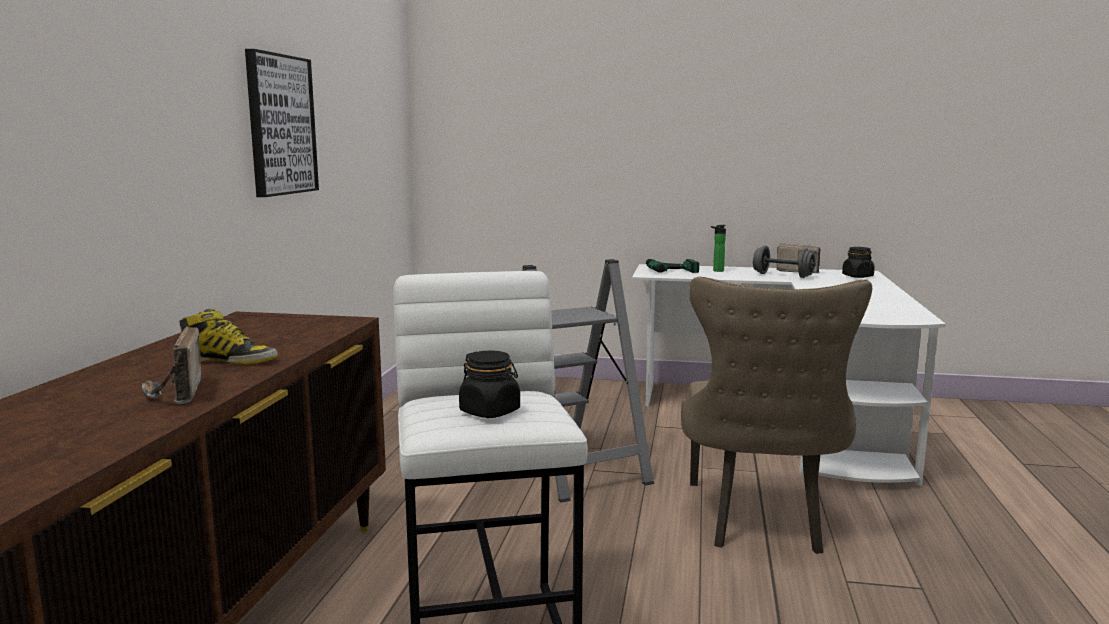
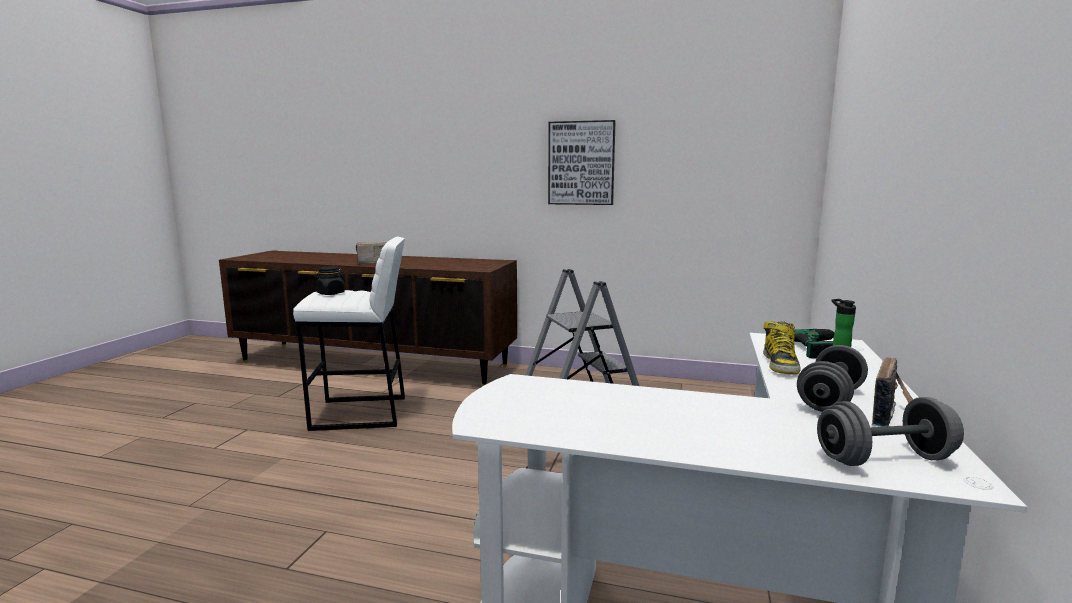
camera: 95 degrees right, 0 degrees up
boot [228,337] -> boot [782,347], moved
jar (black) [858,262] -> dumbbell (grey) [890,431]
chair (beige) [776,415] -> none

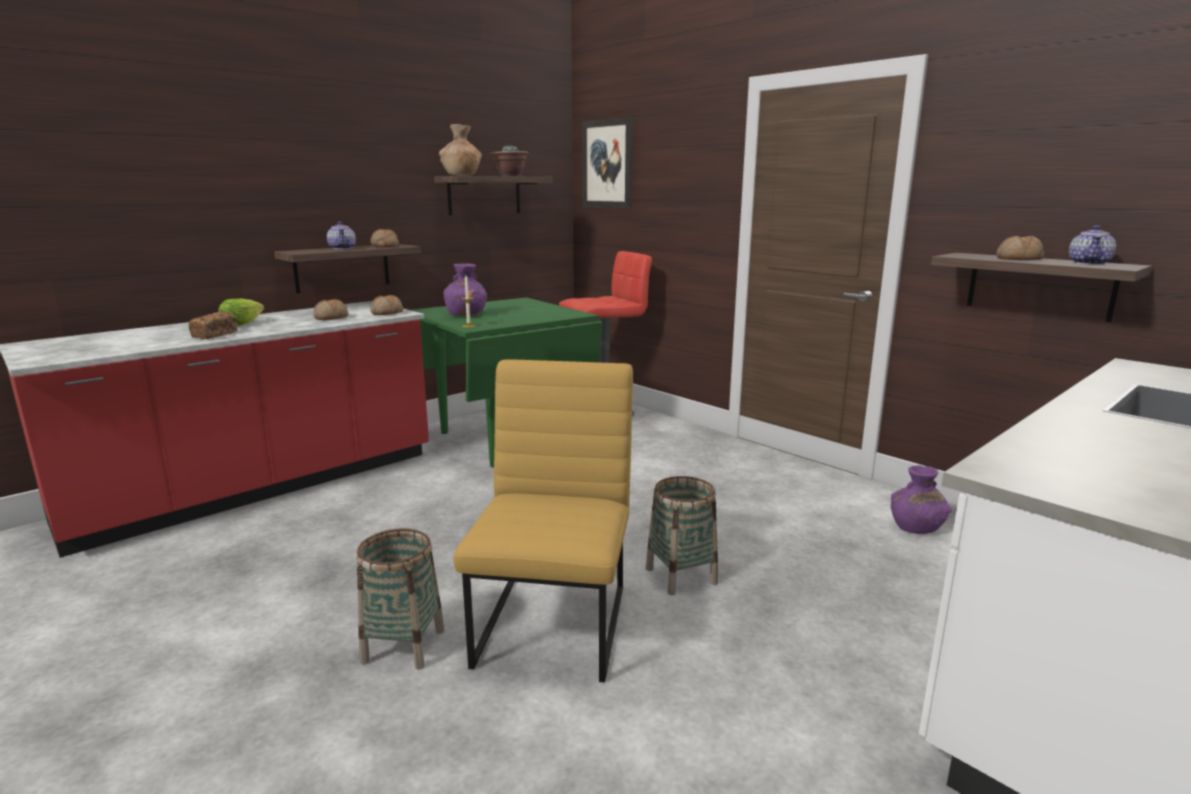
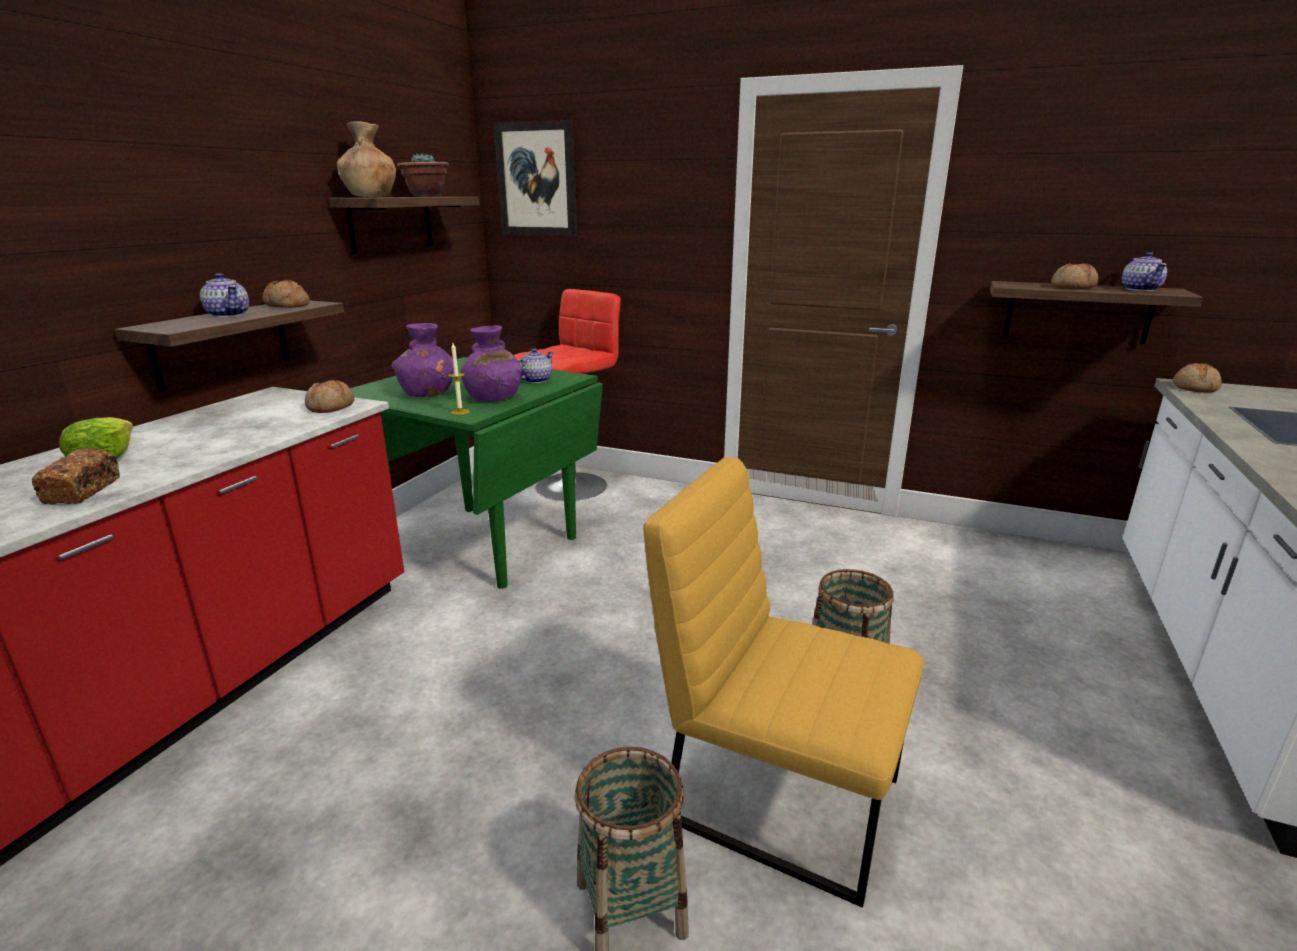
camera: 25 degrees left, 5 degrees up
vase (purple) [921,499] -> vase (purple) [491,363], moved
none -> teapot [536,365]
chair (yellow) [543,521] -> chair (yellow) [783,682], 45 degrees counterclockwise
bread [331,309] -> bread [1197,378], moved

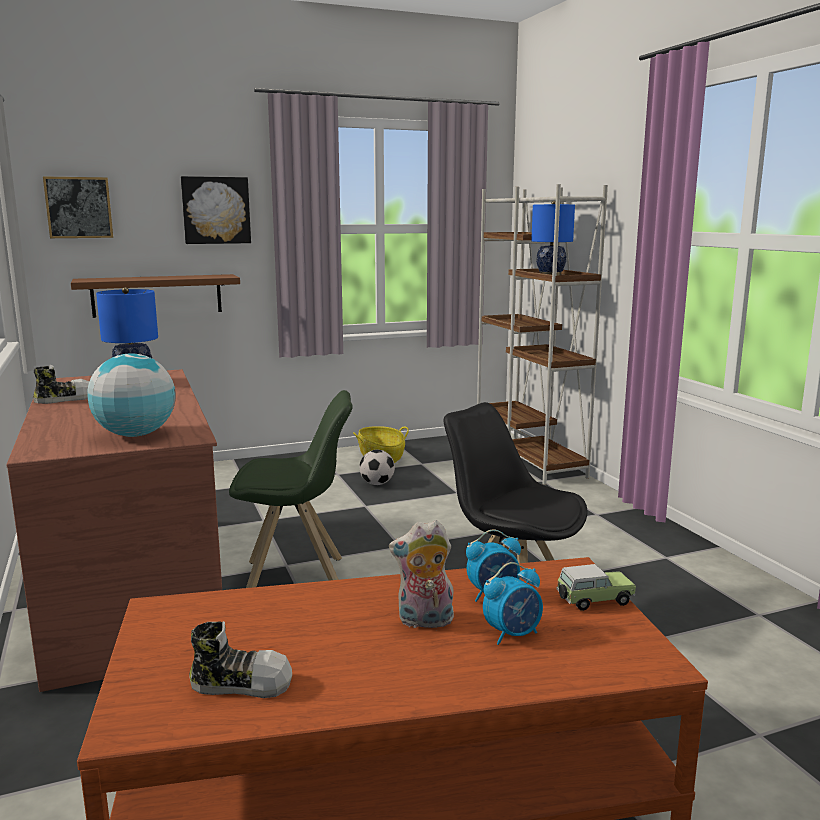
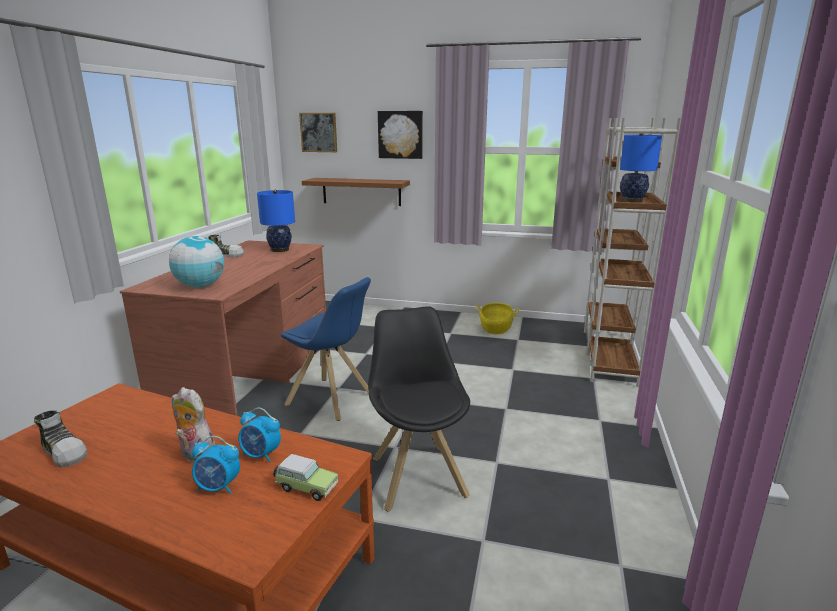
camera: 35 degrees right, 5 degrees up
chair (green) [291,489] -> chair (blue) [326,349]
football [377,467] -> none

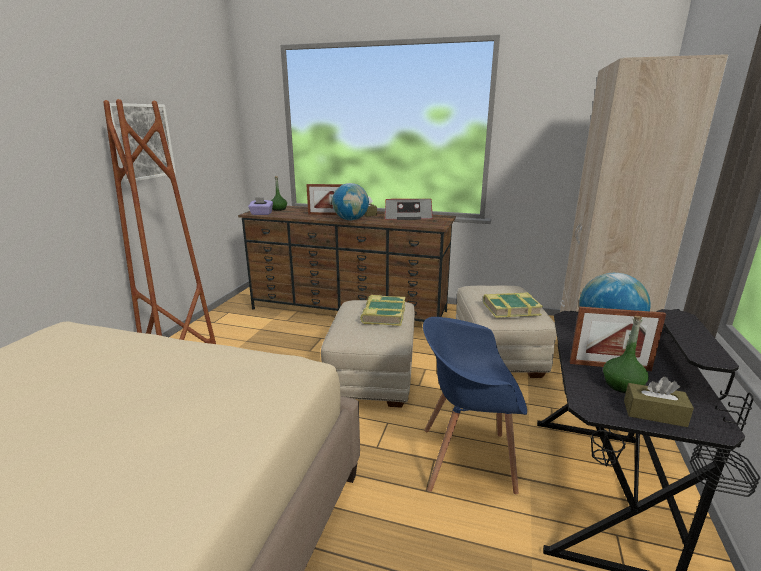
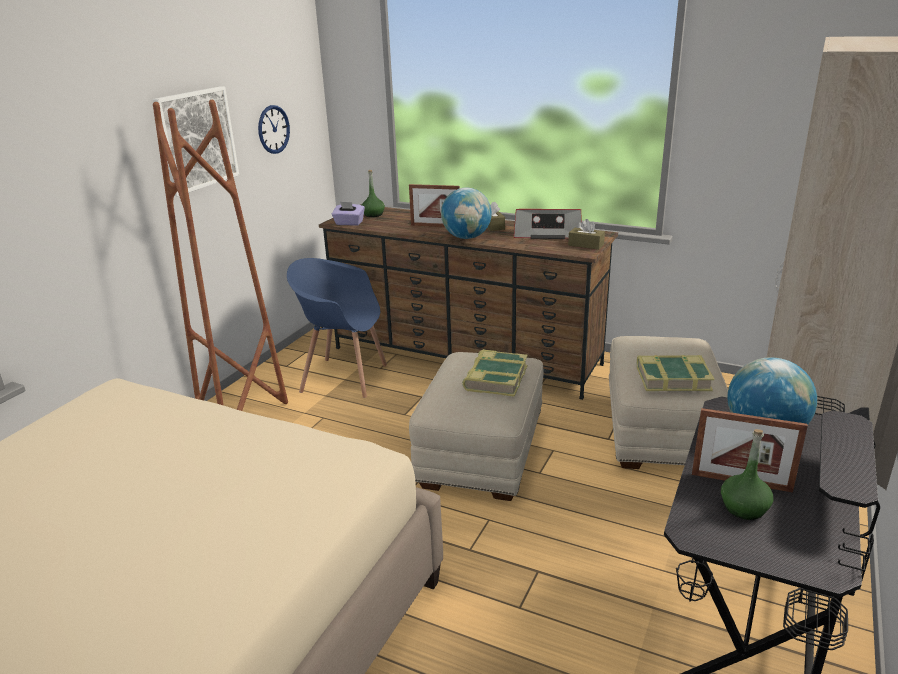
camera: 10 degrees right, 5 degrees up
none -> wall clock [274,129]
chair (blue) [475,405] -> chair (blue) [337,328], moved
tissue box (brown) [659,402] -> tissue box (brown) [586,234], moved

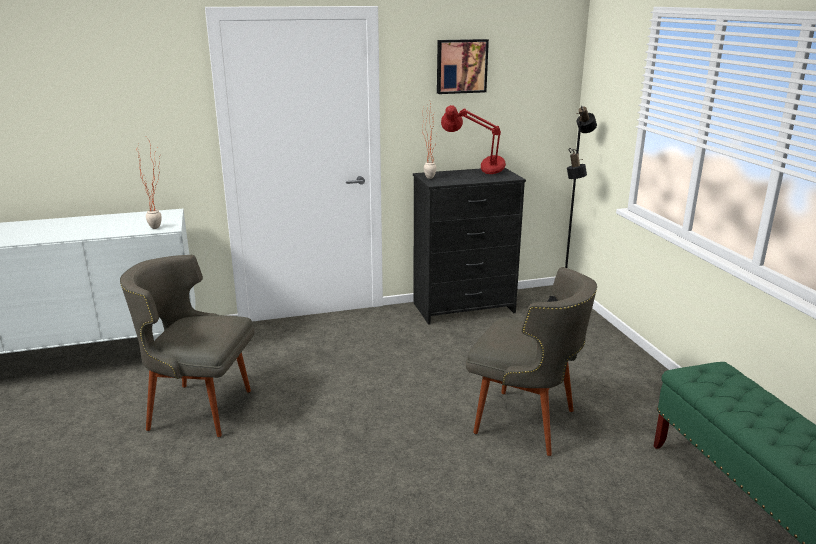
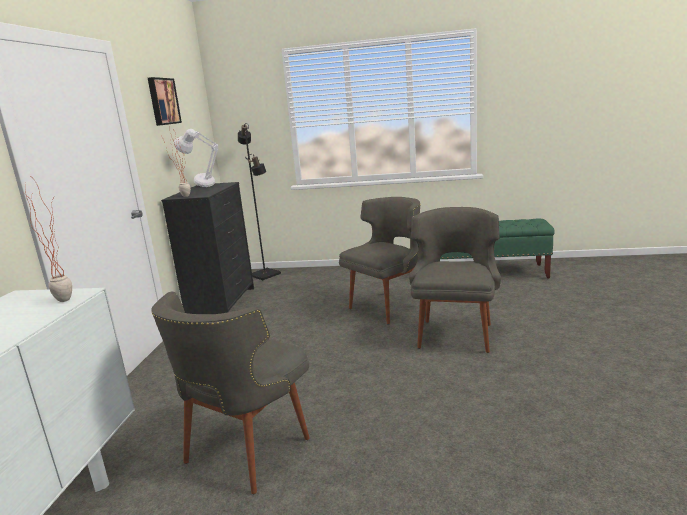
camera: 65 degrees left, 5 degrees down
table lamp (red) [473,139] -> table lamp (white) [196,158]
none -> chair (grey) [455,280]

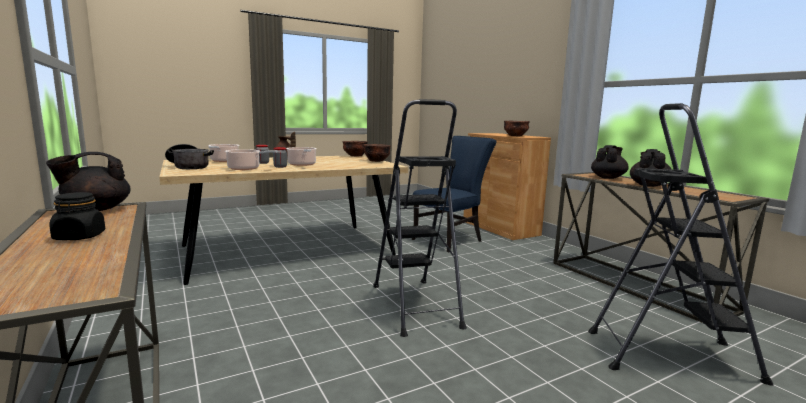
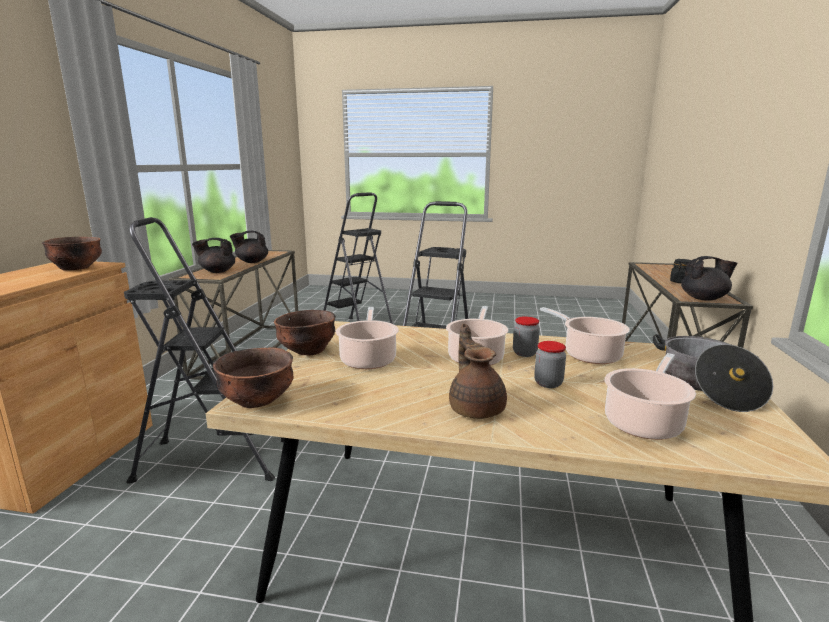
camera: 140 degrees left, 5 degrees up
chair (blue) [454,194] -> step ladder [204,350]
none -> cooking pot [367,338]

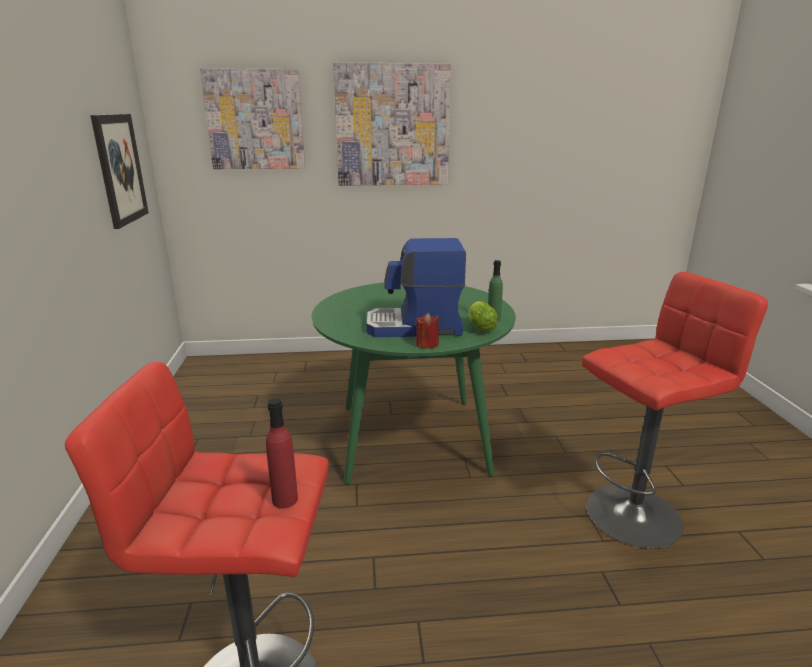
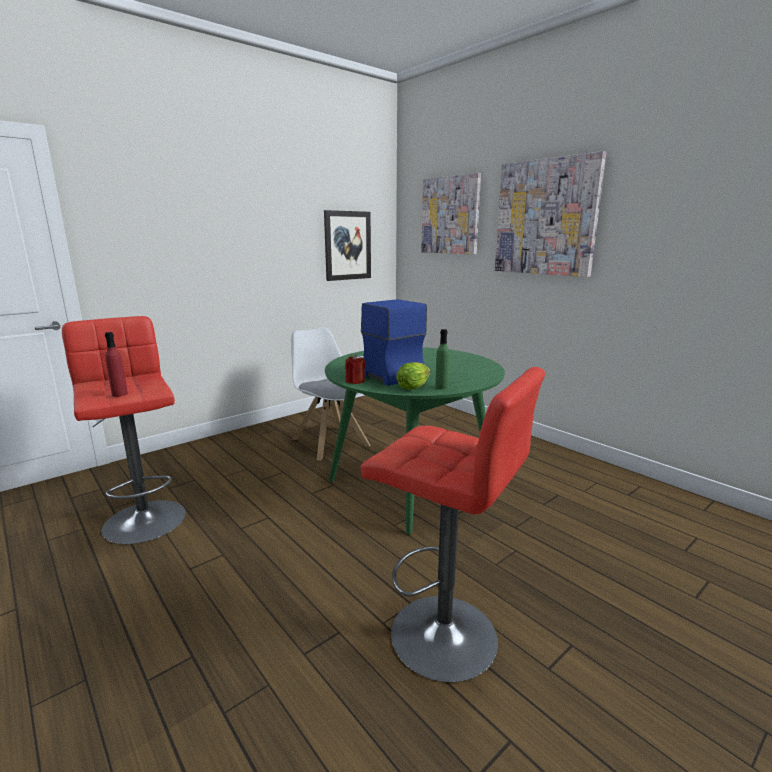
camera: 55 degrees right, 5 degrees down
none -> chair [330,394]

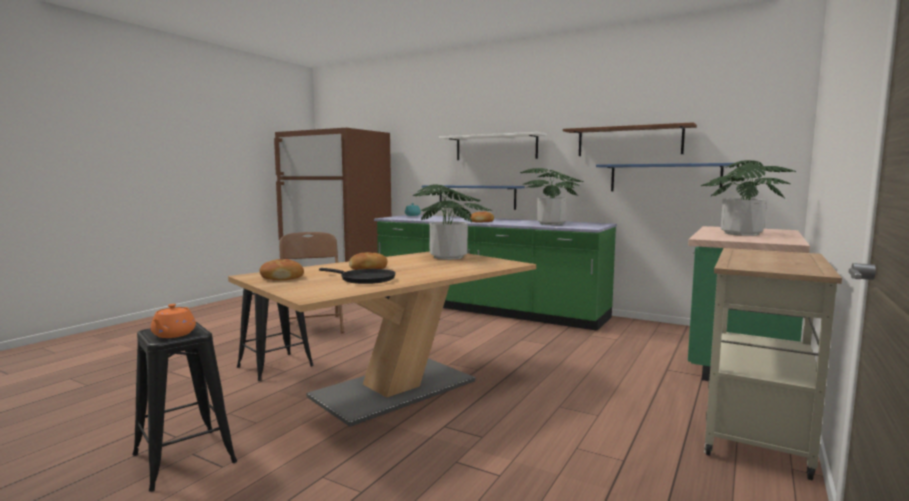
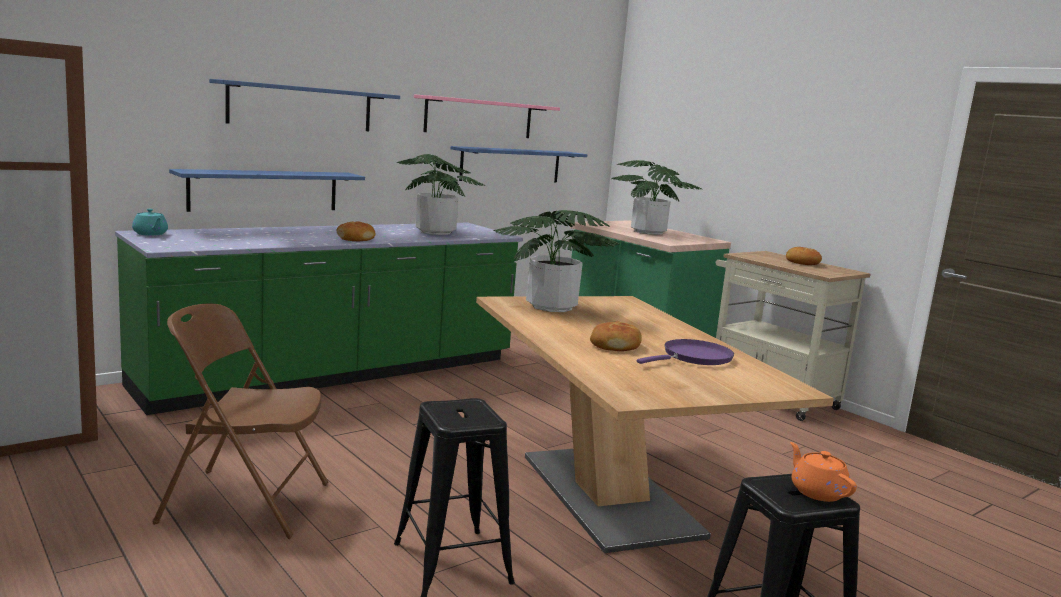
camera: 70 degrees left, 5 degrees up
shelf (white) [493,146] -> shelf (blue) [304,105]
shelf (brown) [630,139] -> shelf (pink) [487,116]
frying pan (black) [357,276] -> frying pan (purple) [685,352]
bread [281,269] -> bread [804,256], moved
teapot (orange) [173,321] -> teapot (orange) [823,472], 135 degrees counterclockwise

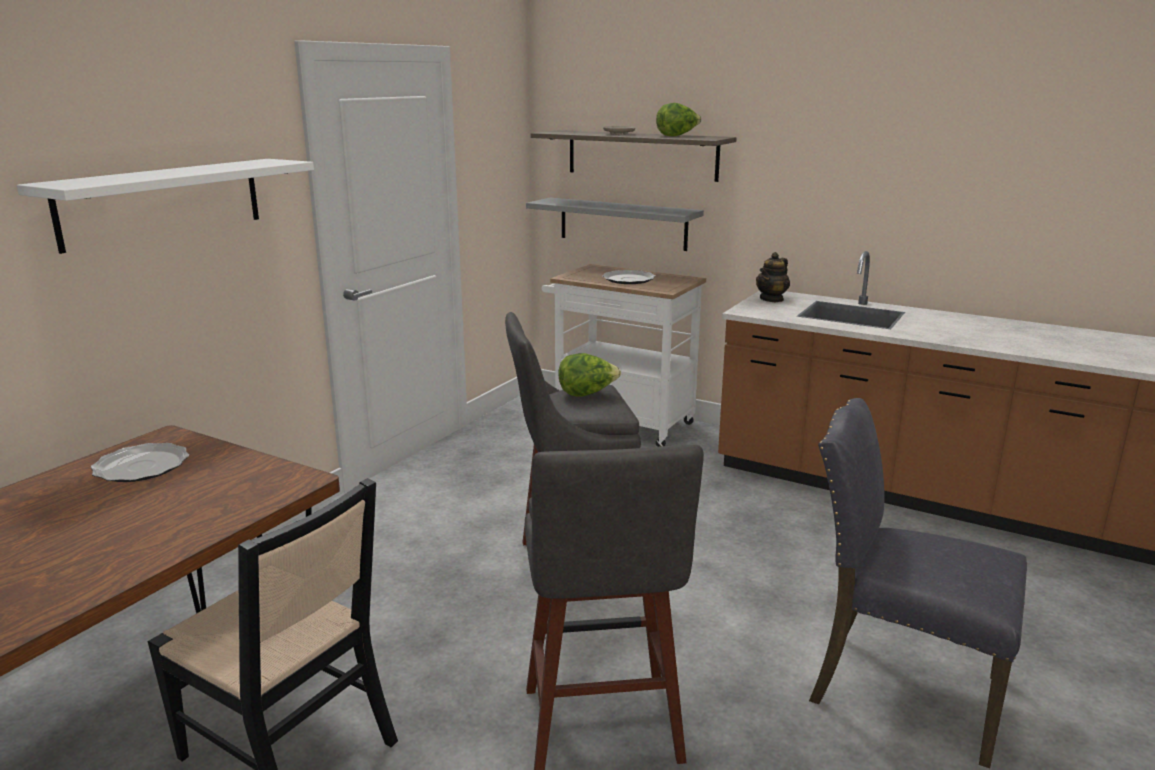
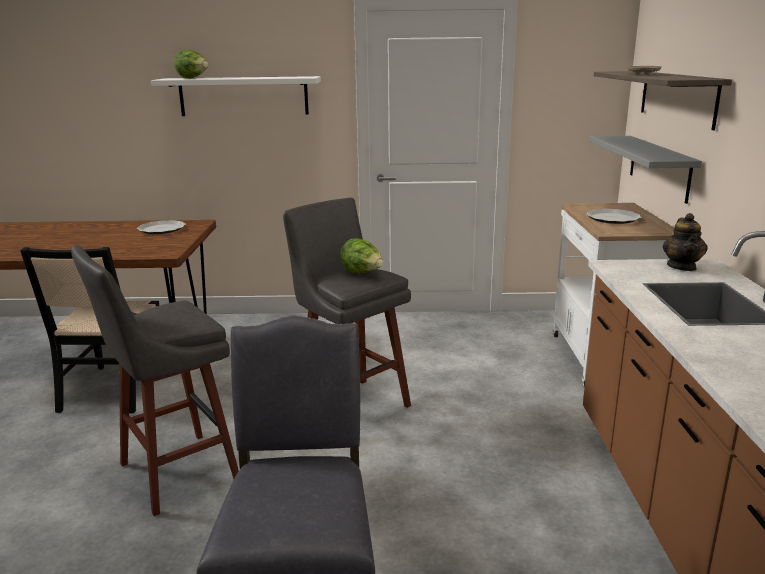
camera: 60 degrees right, 0 degrees up
lettuce [679,119] -> lettuce [191,63], moved
teapot [773,277] -> teapot [684,242], 90 degrees counterclockwise

